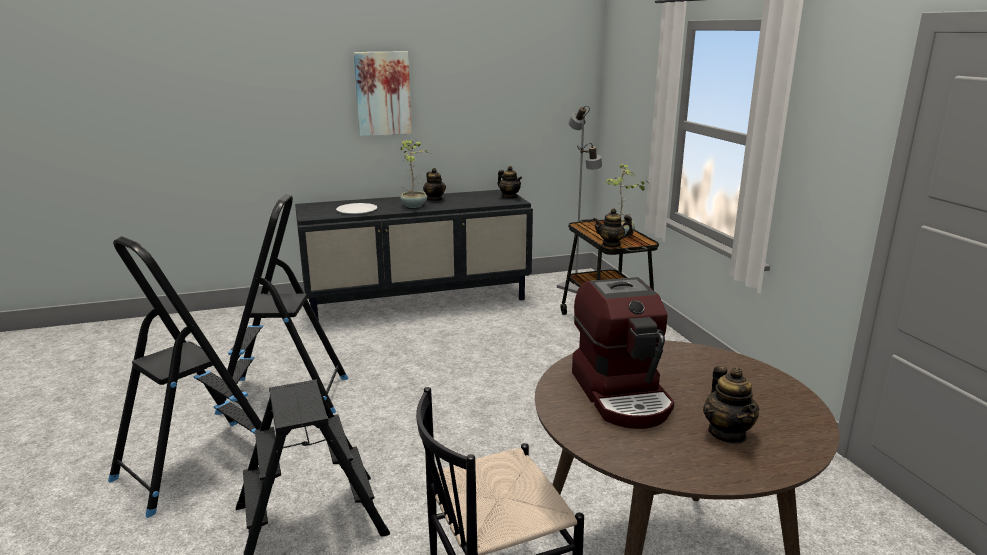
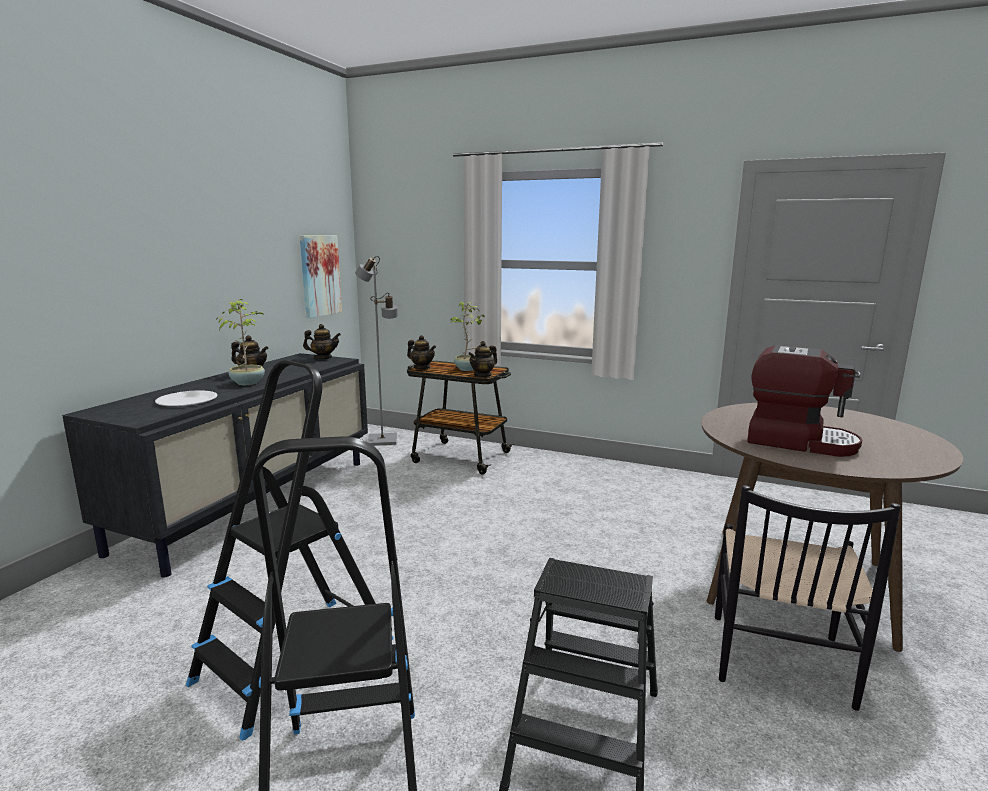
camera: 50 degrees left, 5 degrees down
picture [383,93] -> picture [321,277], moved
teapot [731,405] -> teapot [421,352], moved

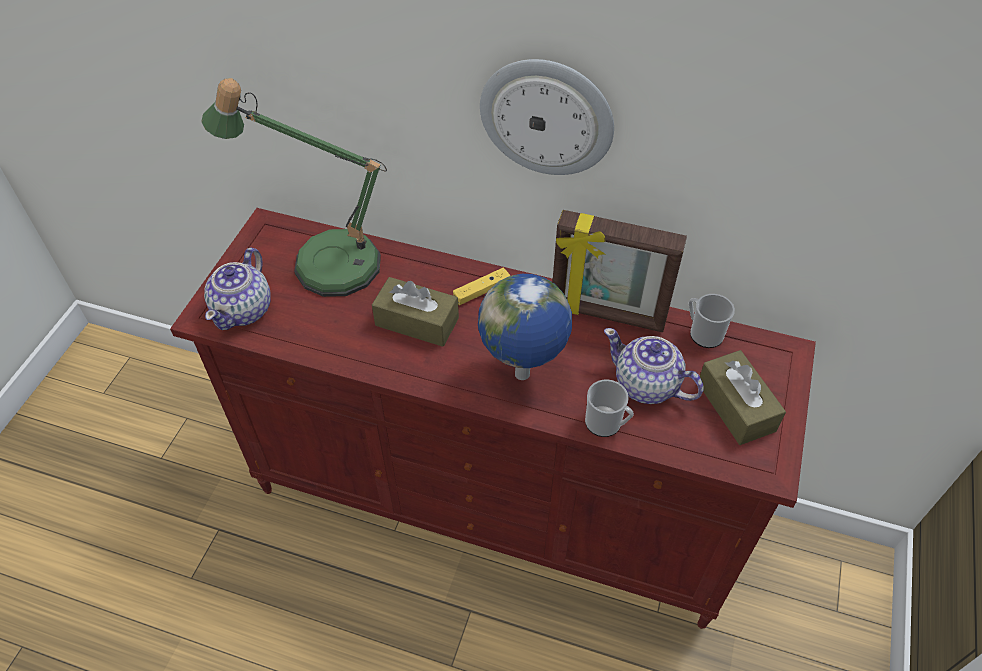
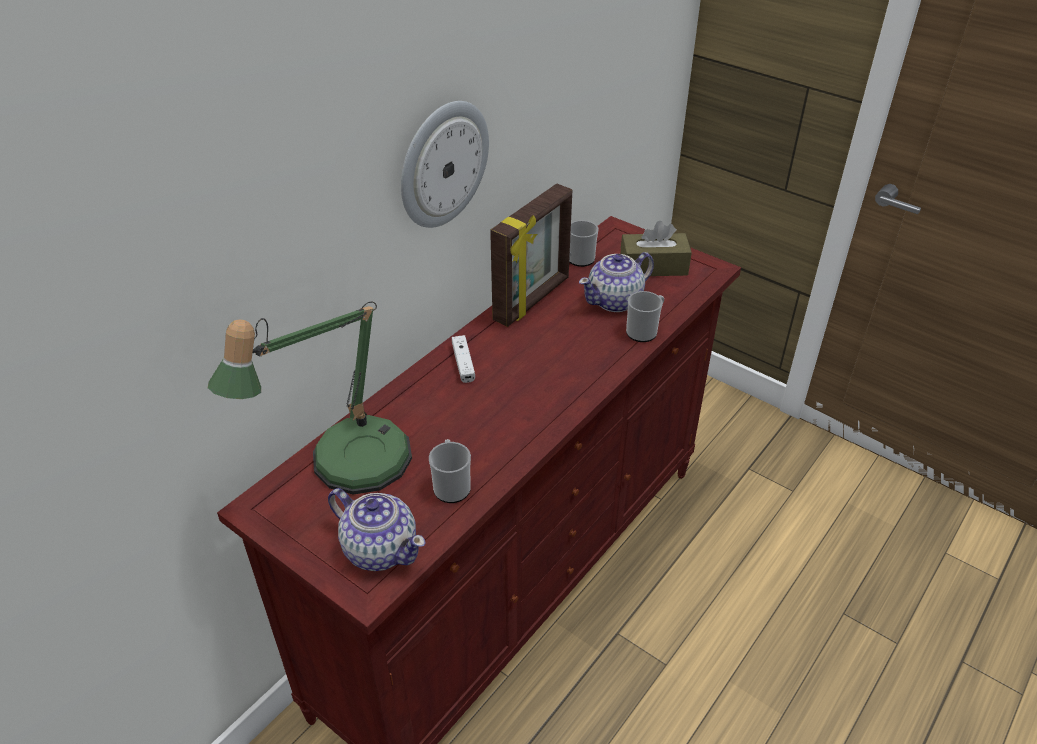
camera: 70 degrees left, 10 degrees down
none -> mug [450,471]
game controller (yellow) [481,286] -> game controller (white) [463,359]
tissue box (brown) [415,312] -> none
globe [525,327] -> none

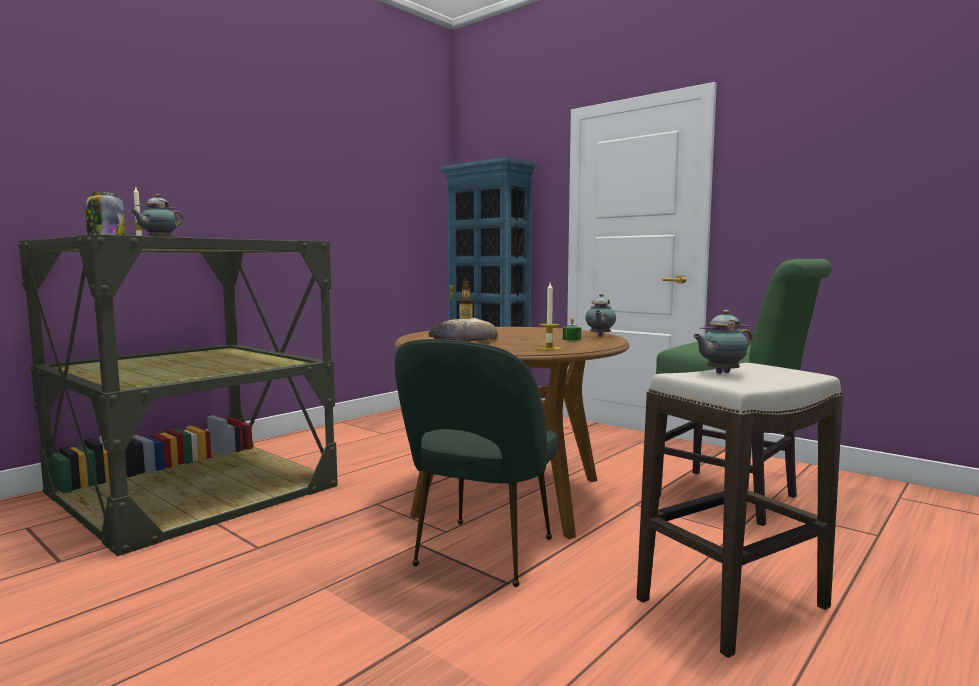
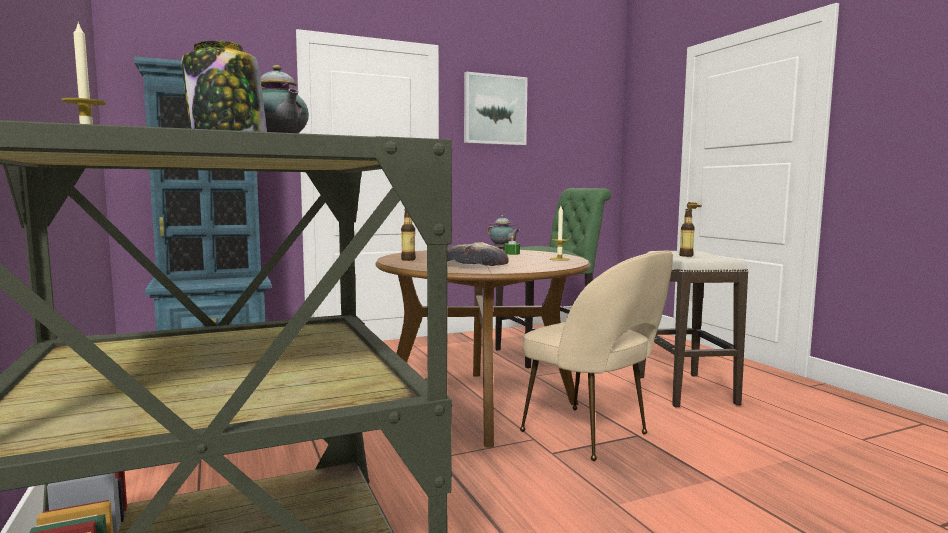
camera: 65 degrees left, 0 degrees up
none -> picture [496,108]
chair (green) [476,463] -> chair (beige) [596,356]
teapot [722,342] -> bottle [687,233]

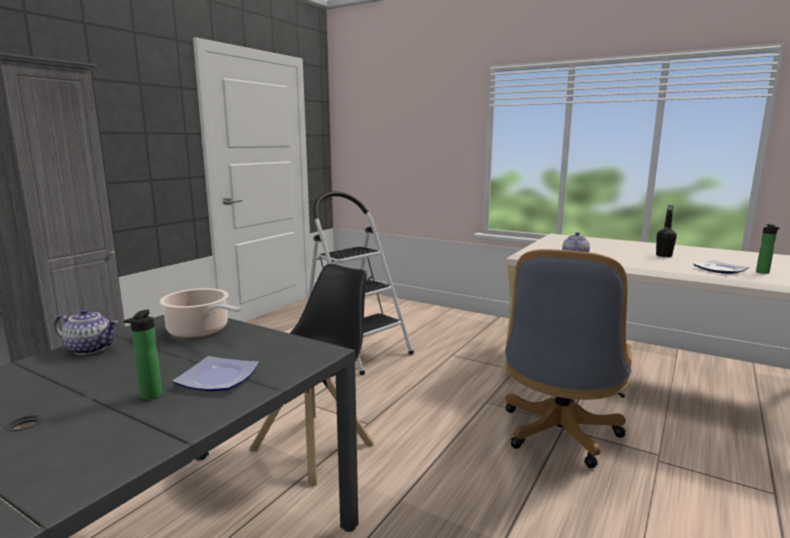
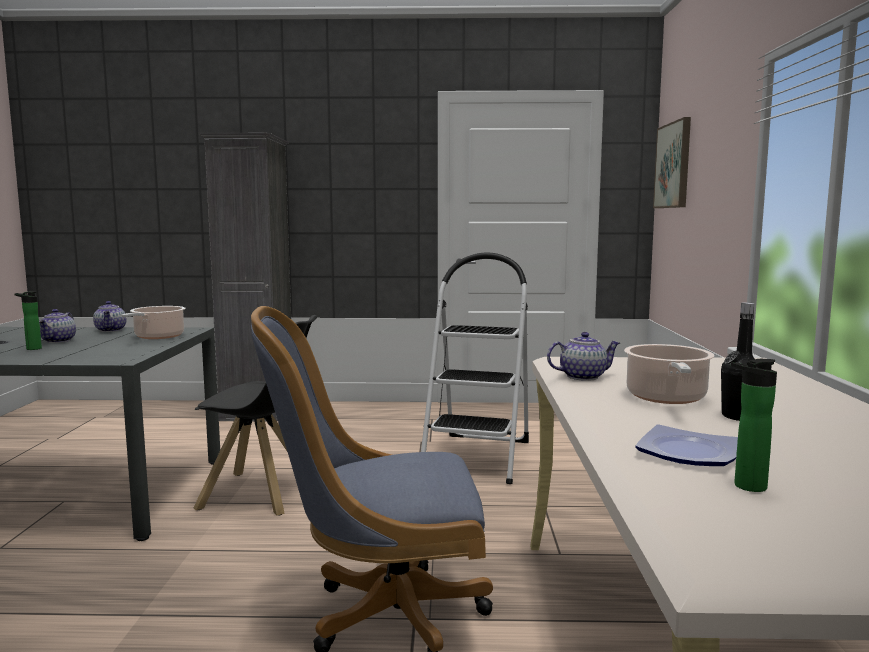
camera: 60 degrees right, 5 degrees down
none -> teapot [57,326]
none -> cooking pot [669,374]
none -> picture [672,162]
plate [216,373] -> none

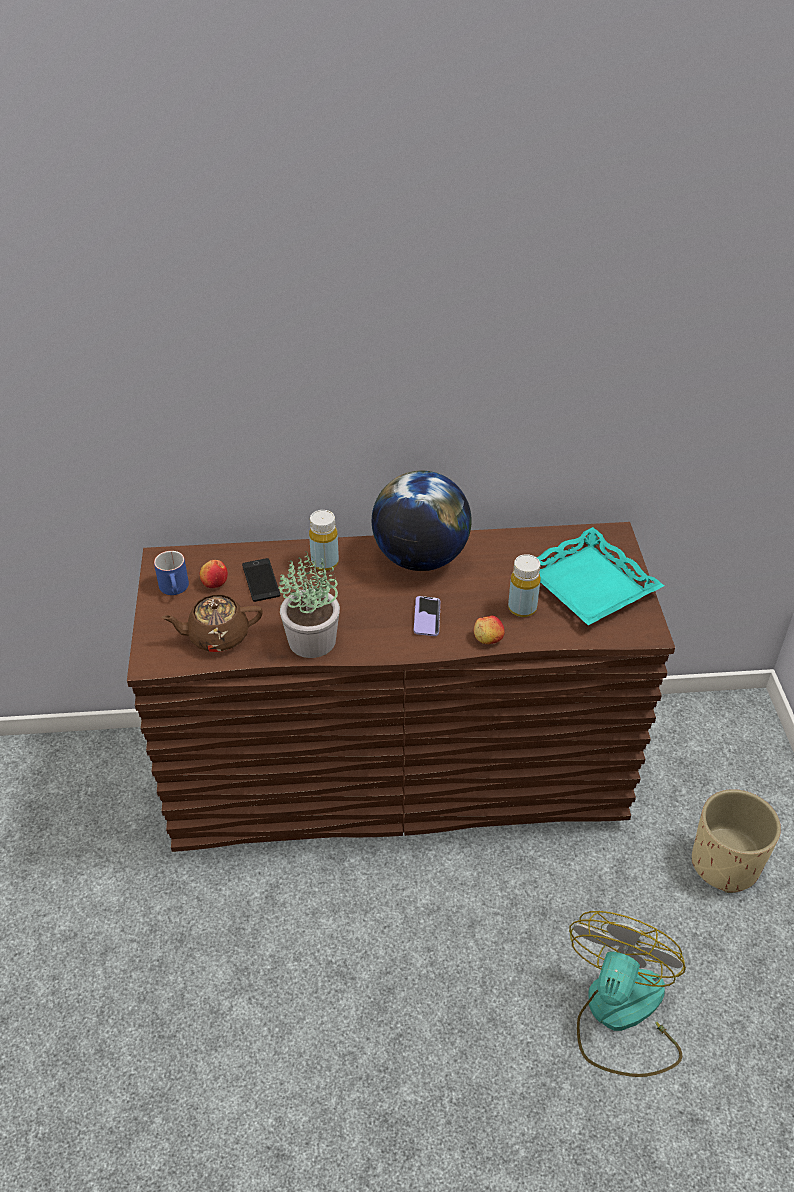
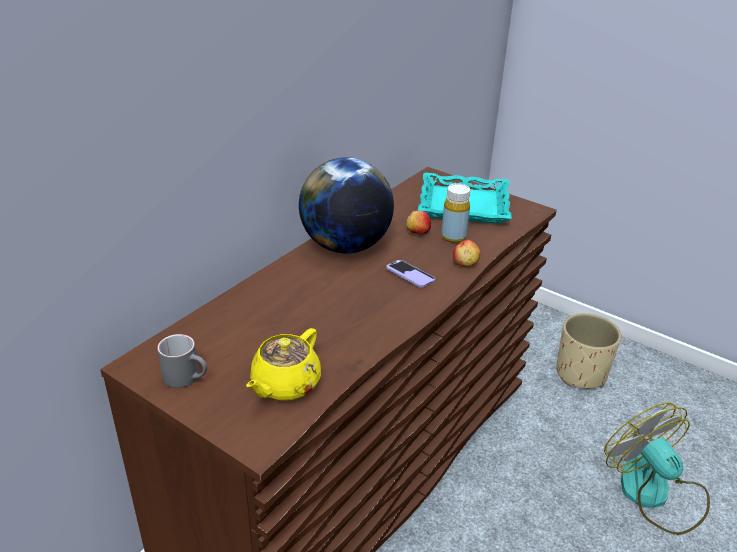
camera: 50 degrees left, 10 degrees down
mug (blue) [171,573] -> mug (grey) [182,361]
teapot (brown) [212,623] -> teapot (yellow) [283,364]
apple [214,574] -> apple [418,223], moved
phone [261,580] -> none
potted plant [309,604] -> none
bottle (yellow) [324,540] -> none

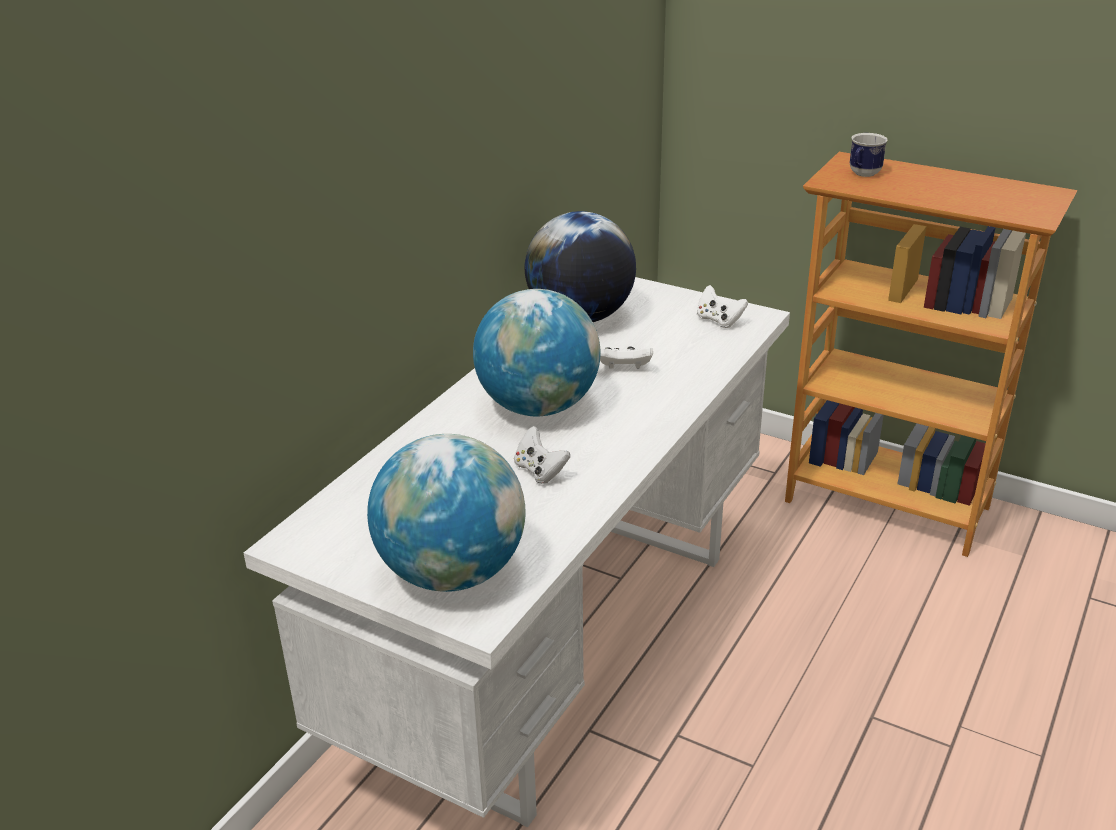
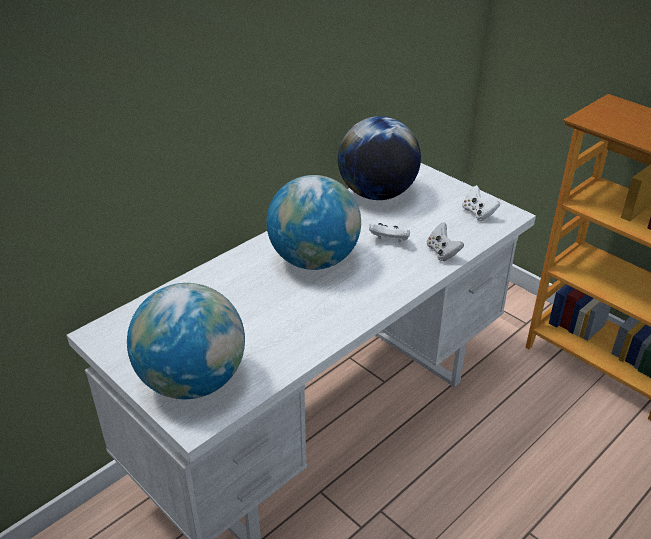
camera: 15 degrees right, 5 degrees up
game controller (white) [542,455] -> game controller (white) [445,241], moved
mug [869,155] -> none

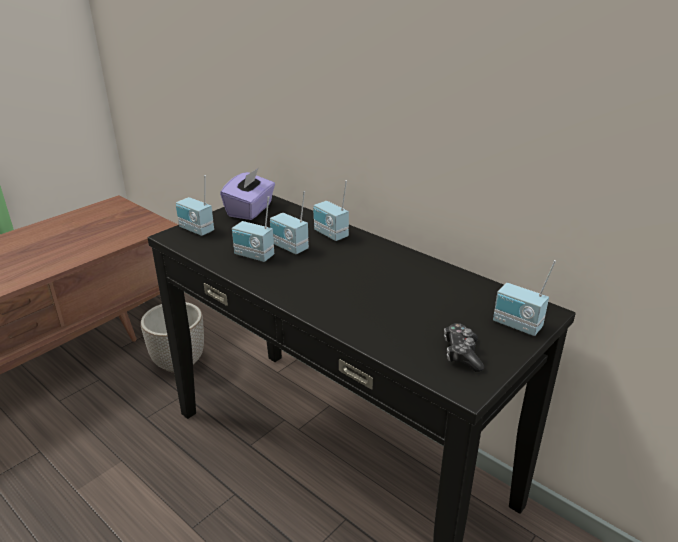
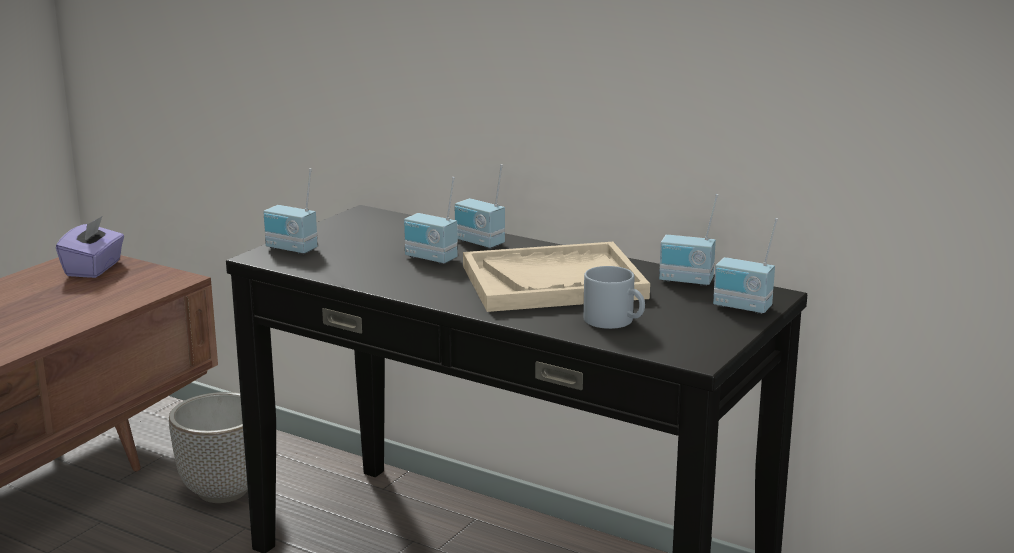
camera: 10 degrees left, 10 degrees down
tissue box (purple) [247,194] -> tissue box (purple) [90,247], moved
none -> tray (beige) [556,277]
none -> mug (grey) [614,297]
radio [253,229] -> radio [688,240], moved
game controller [464,347] -> none

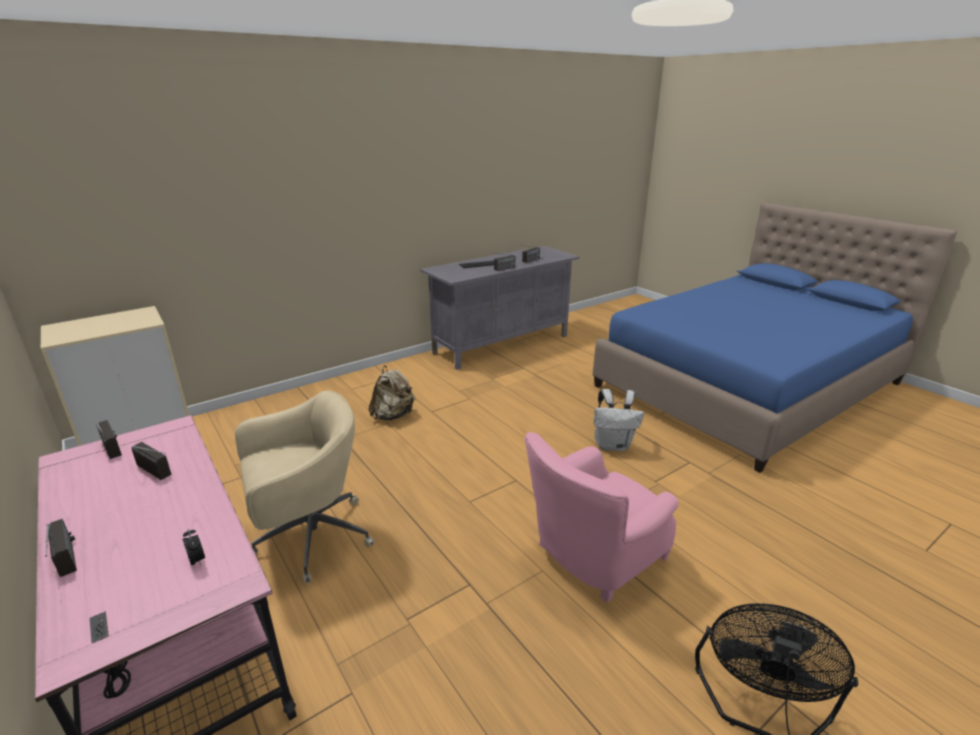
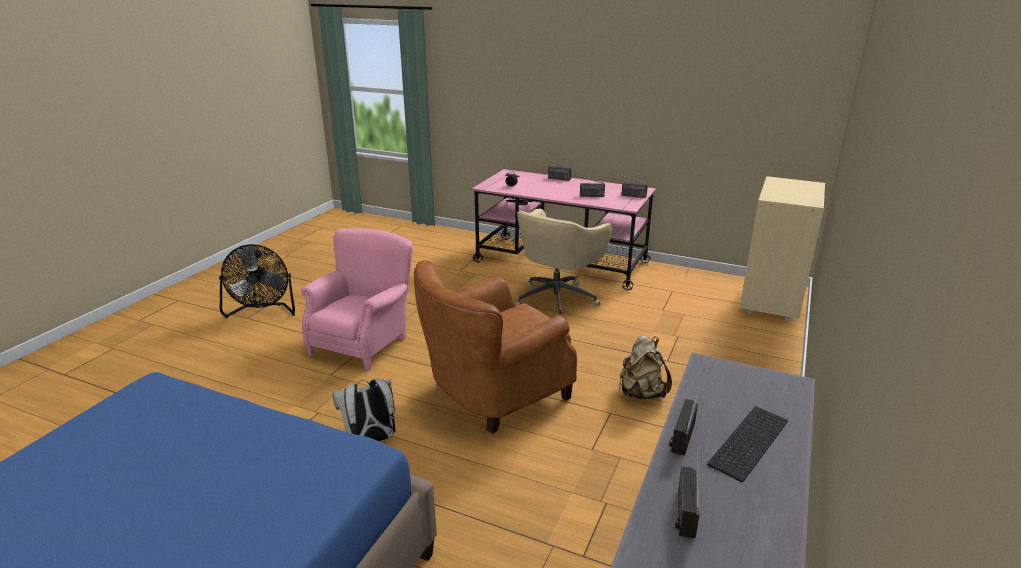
camera: 150 degrees right, 0 degrees up
none -> armchair (brown) [495,347]

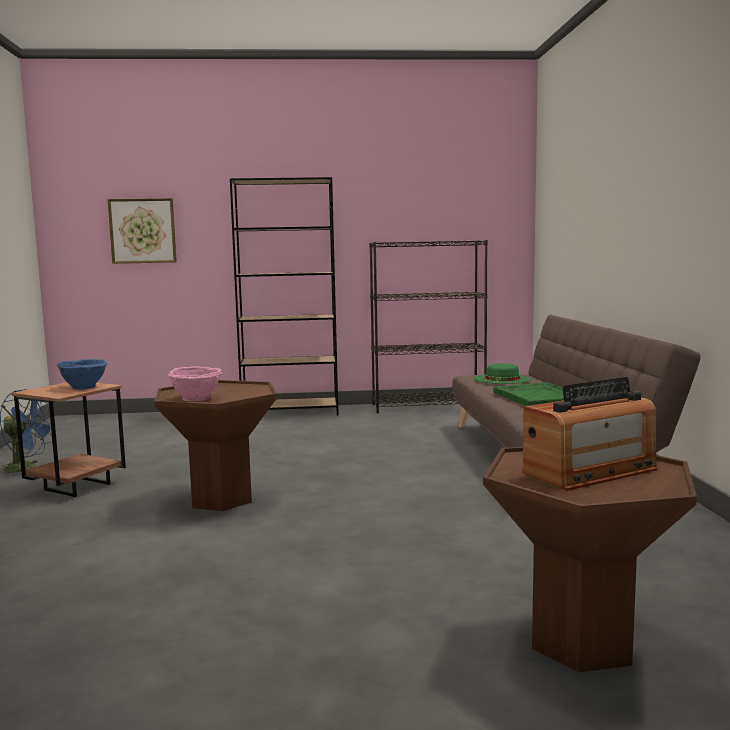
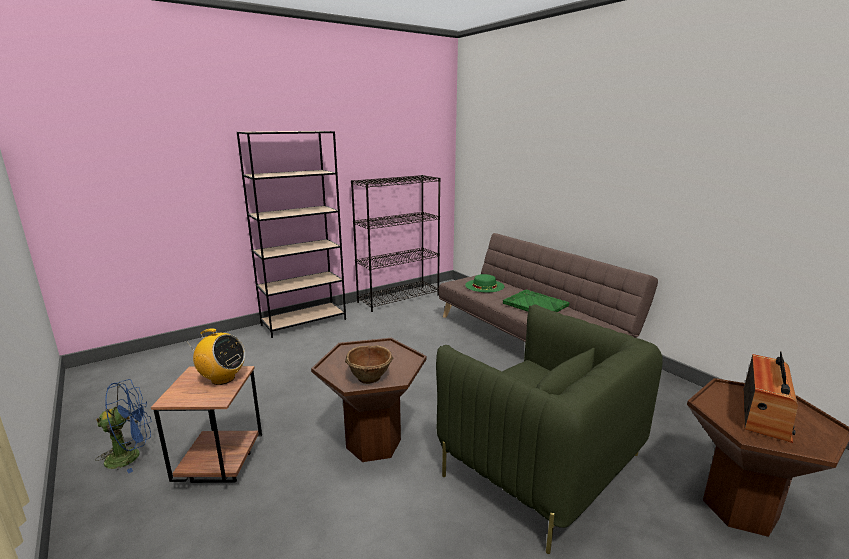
camera: 30 degrees left, 10 degrees up
bowl (blue) [82,374] -> radio [216,357]
bowl (pink) [195,384] -> bowl (brown) [369,364]
none -> armchair (green) [549,429]
picture [142,231] -> none

